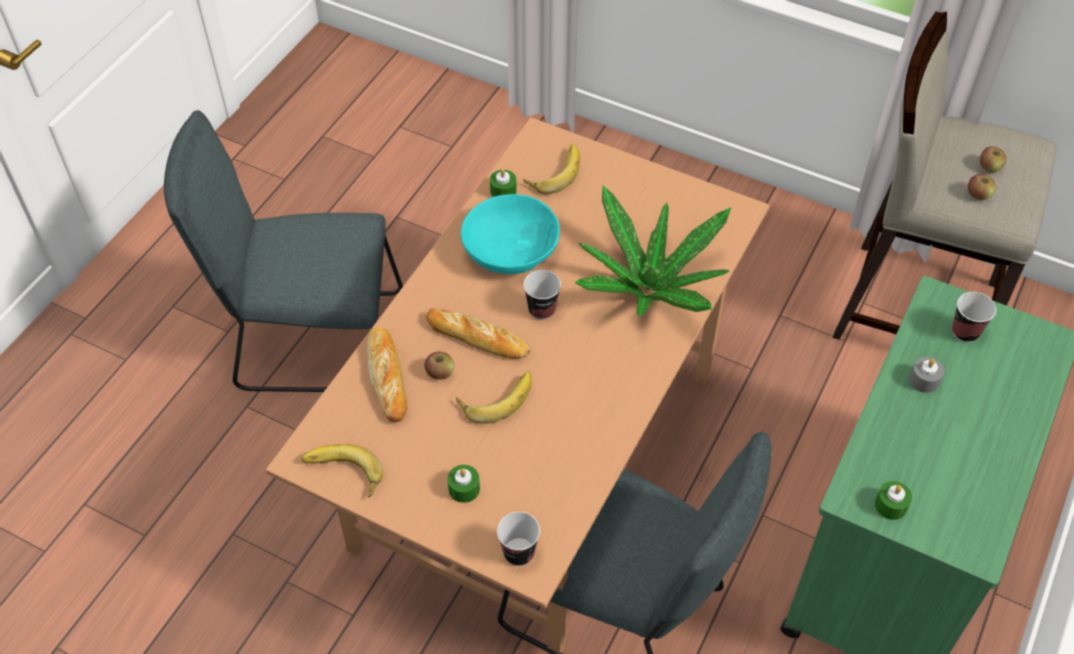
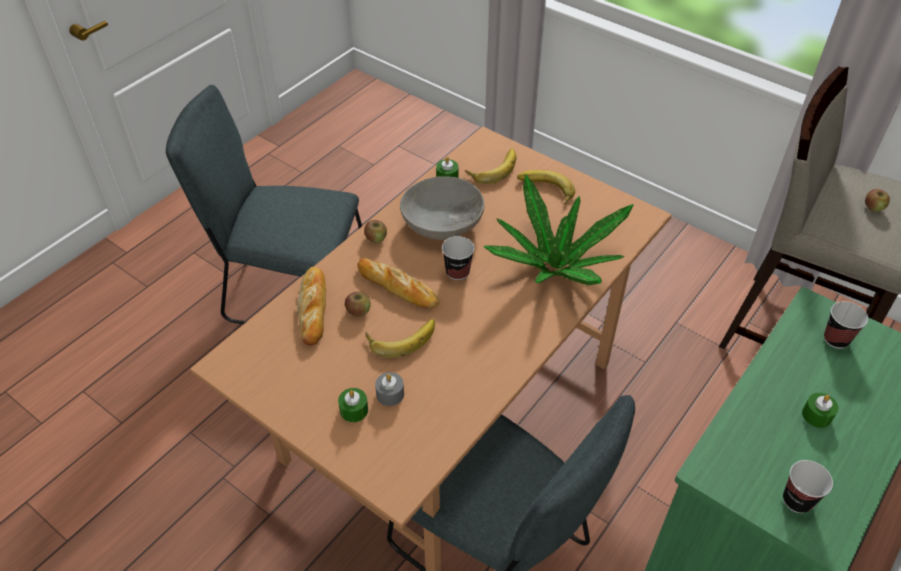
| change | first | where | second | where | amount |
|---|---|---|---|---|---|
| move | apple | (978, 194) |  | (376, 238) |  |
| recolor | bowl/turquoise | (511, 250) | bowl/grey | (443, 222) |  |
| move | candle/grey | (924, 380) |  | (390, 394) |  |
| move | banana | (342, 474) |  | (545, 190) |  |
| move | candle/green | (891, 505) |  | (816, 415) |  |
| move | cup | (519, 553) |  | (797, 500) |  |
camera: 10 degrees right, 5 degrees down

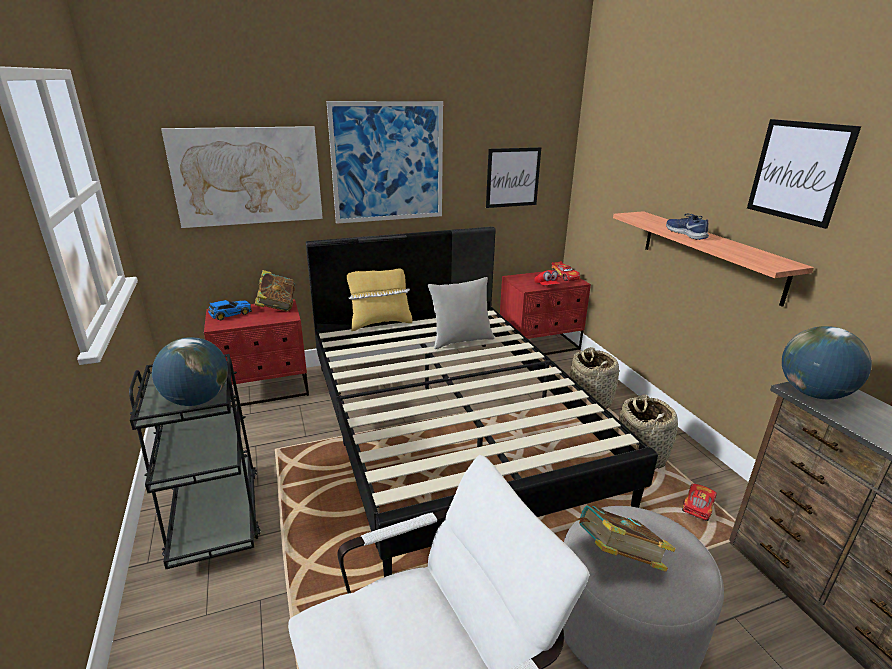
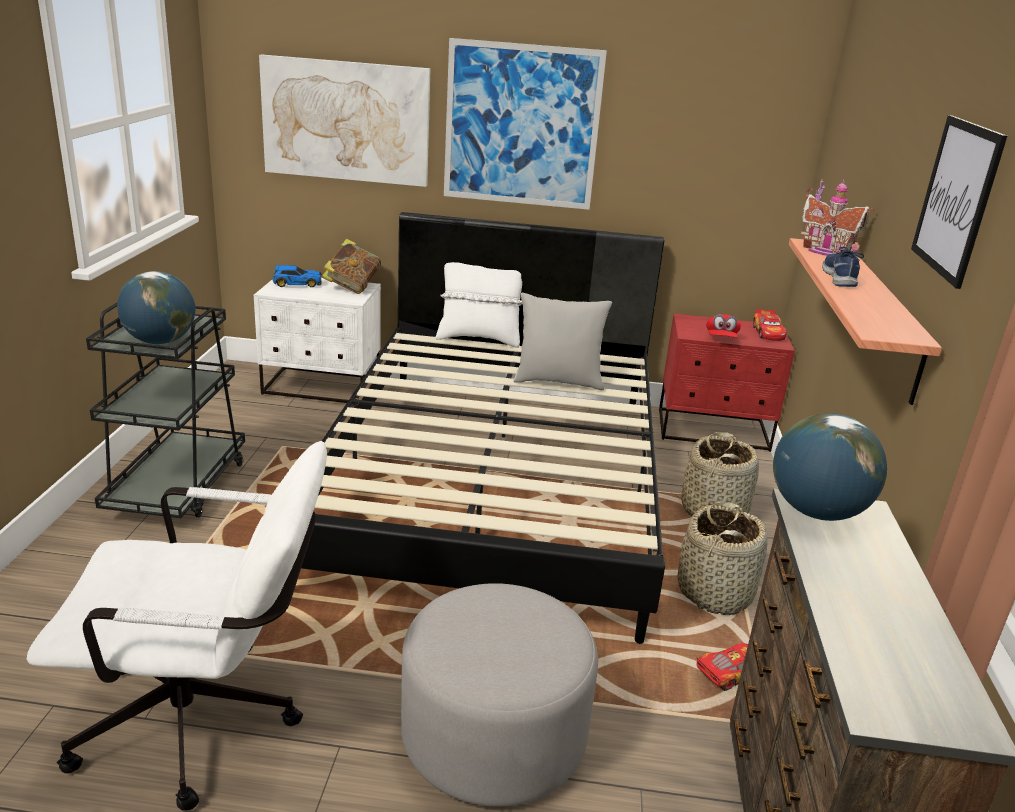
| change | first | where | second | where | amount |
|---|---|---|---|---|---|
| delete | picture | (513, 177) |  |  |  |
| recolor | pillow/yellow | (380, 323) | pillow/white | (478, 339) |  |
| recolor | nightstand/red | (265, 390) | nightstand/white | (322, 387) |  |
| delete | book | (617, 558) |  |  |  |
| insert |  |  | toy house | (825, 251) |  |
camera: 25 degrees right, 0 degrees up

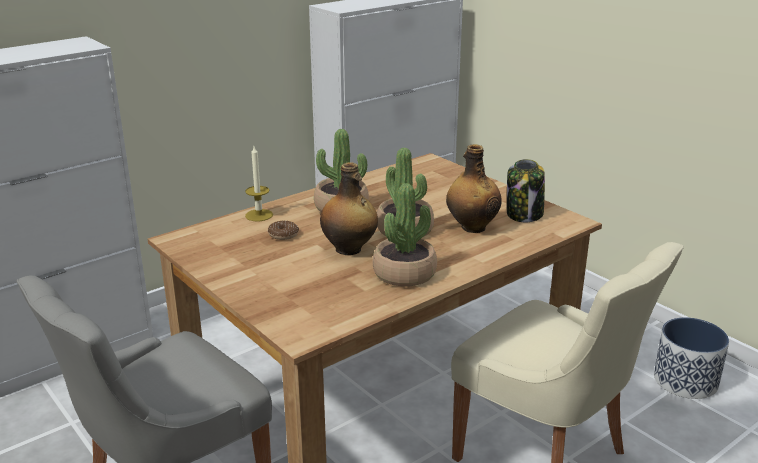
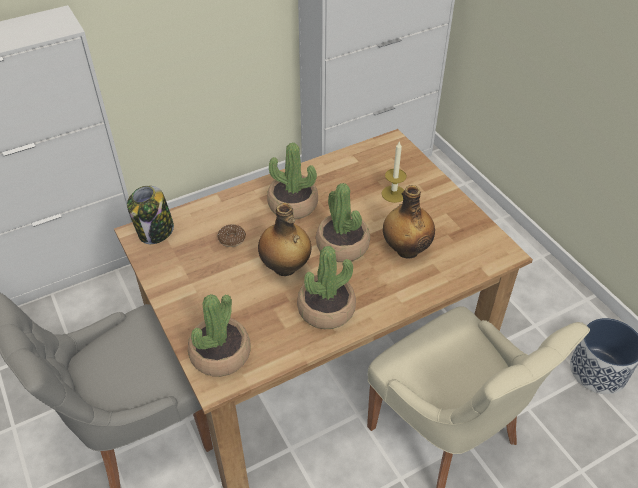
| change | first | where | second | where | amount |
|---|---|---|---|---|---|
| move | candle | (259, 215) |  | (393, 194) |  |
| move | jar | (524, 214) |  | (155, 232) |  |
| insert |  |  | potted plant | (220, 354) |  |
camera: 10 degrees right, 20 degrees up

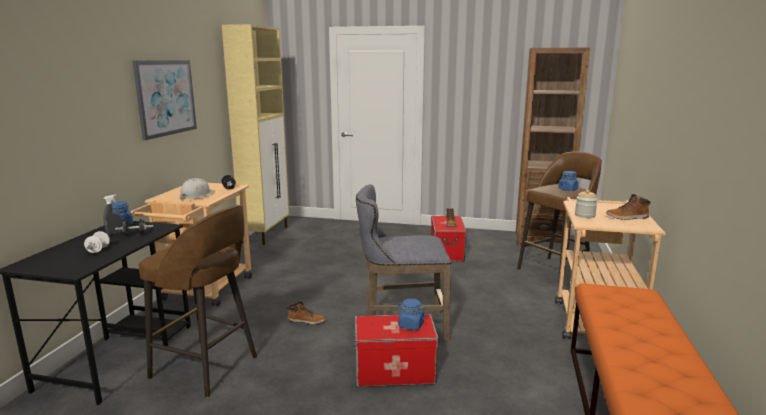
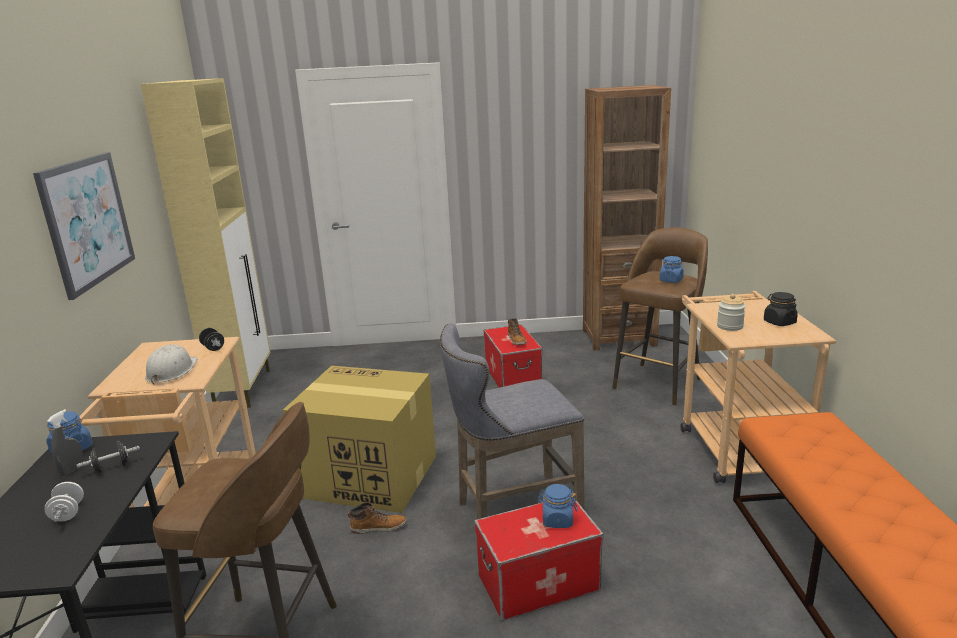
| change | first | where | second | where | amount |
|---|---|---|---|---|---|
| replace | boot | (627, 217) | jar/black | (779, 322) |  |
| insert |  |  | cardboard box | (367, 476) |  |
camera: 15 degrees left, 5 degrees up

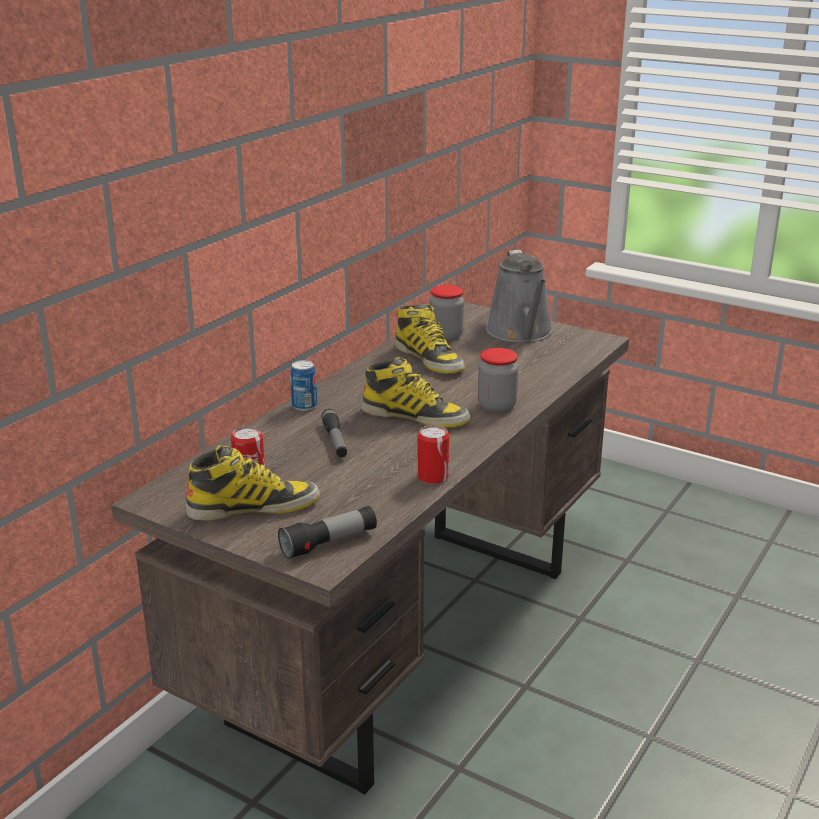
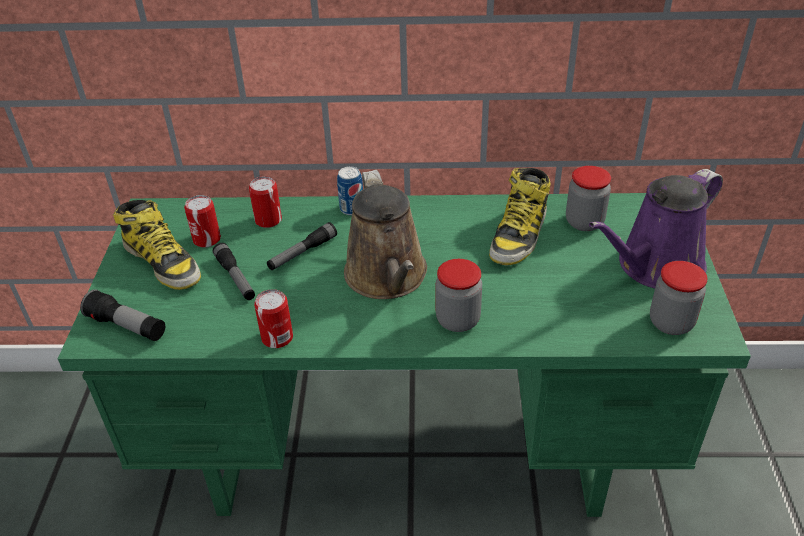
| change | first | where | second | where | amount |
|---|---|---|---|---|---|
| recolor | watering can/grey | (521, 333) | watering can/purple | (655, 267) |  |
| recolor | desk/brown | (408, 639) | desk/green | (411, 449) |  |
| replace | boot | (415, 416) | watering can/brown | (388, 277) |  |
| insert |  |  | can | (268, 220) |  |
| insert |  |  | flashlight | (236, 278) |  |
| insert |  |  | jar | (671, 323) |  |
camera: 60 degrees right, 15 degrees up

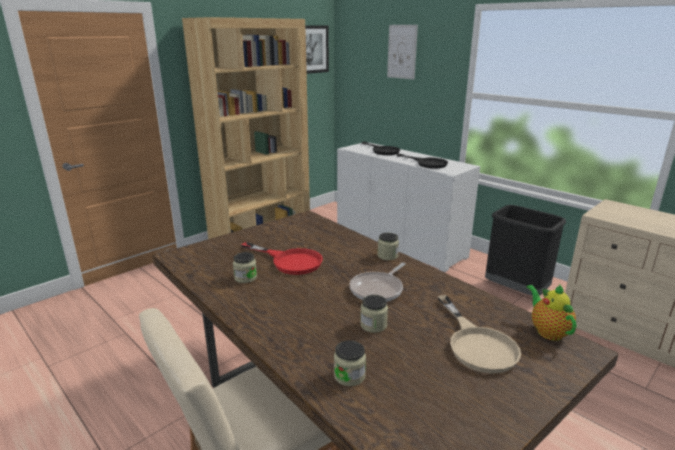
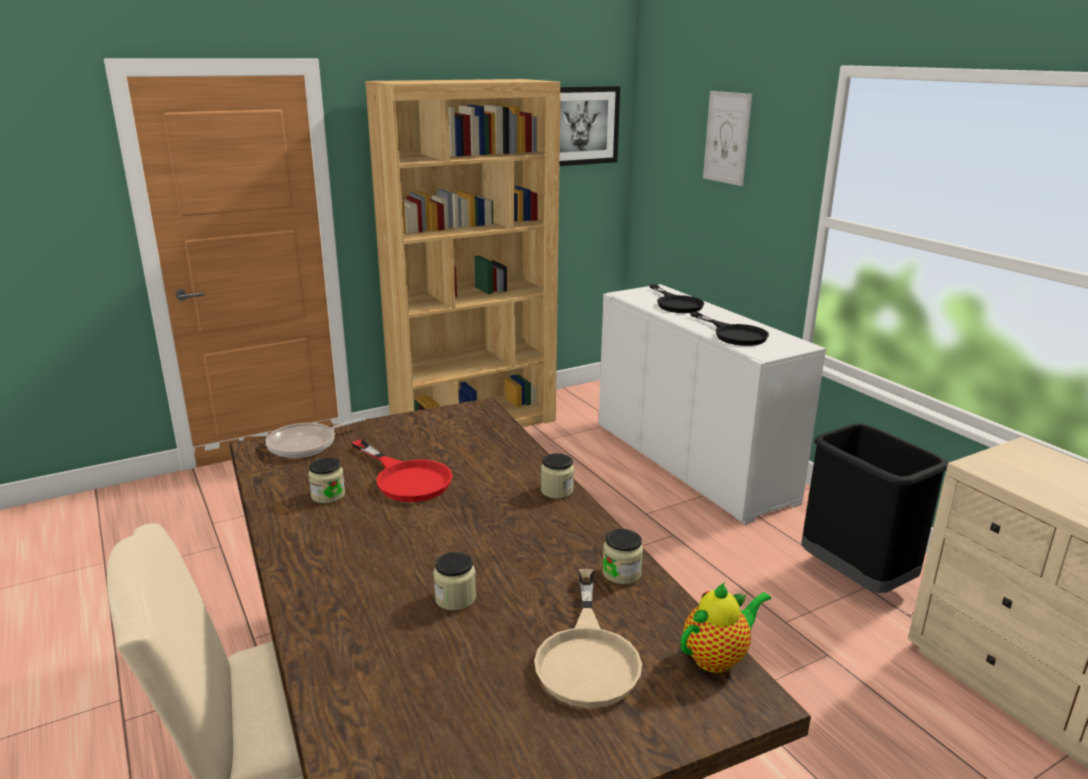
| change | first | where | second | where | amount |
|---|---|---|---|---|---|
| move | frying pan | (378, 290) |  | (306, 444) |  |
| rotate | teapot | (547, 331) |  | (718, 657) | 60 degrees clockwise |
| move | jar | (349, 376) |  | (621, 573) |  |
camera: 15 degrees right, 0 degrees up

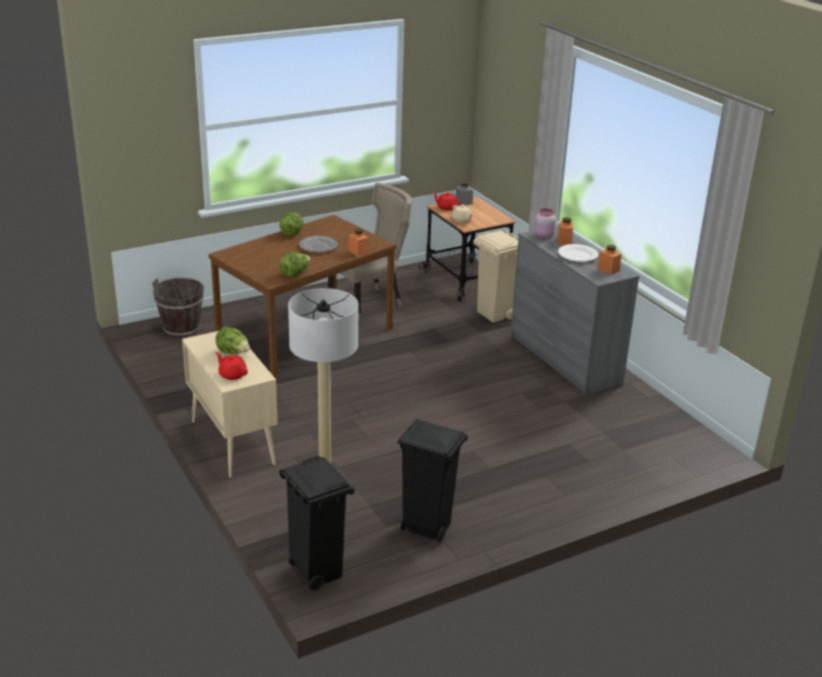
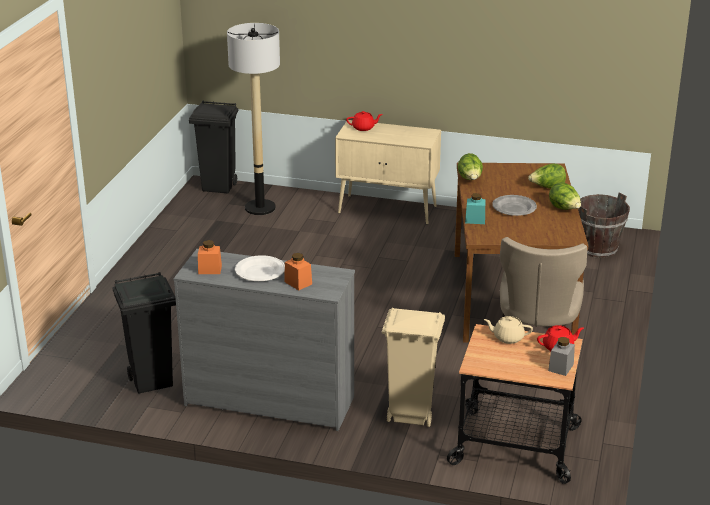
| change | first | where | second | where | amount |
|---|---|---|---|---|---|
| delete | jar/pink | (544, 235) |  |  |  |
| recolor | jar/orange | (358, 252) | jar/turquoise | (475, 220) |  |
| move | lettuce | (233, 353) |  | (547, 188) |  |
| move | trash can/black | (426, 528) |  | (152, 381) |  |
camera: 135 degrees right, 0 degrees up

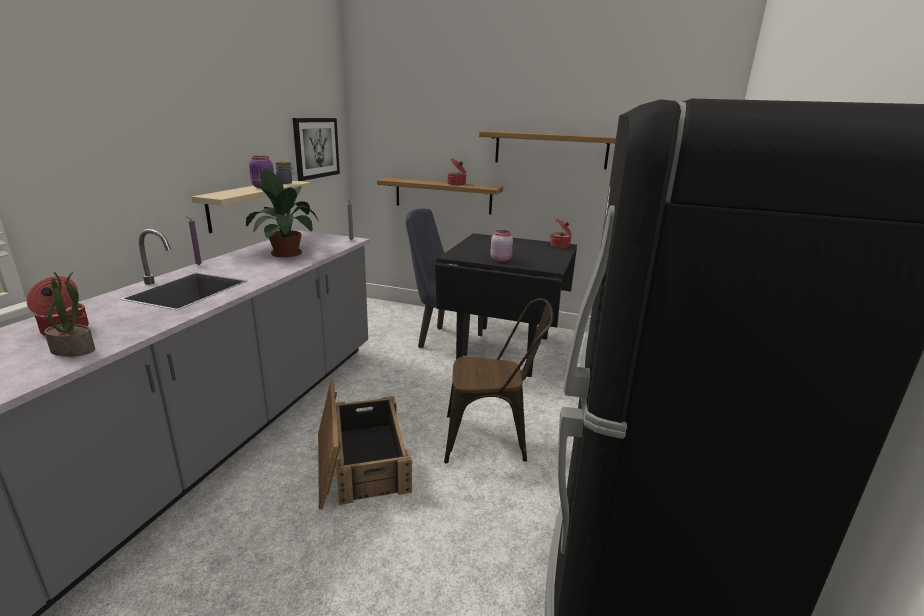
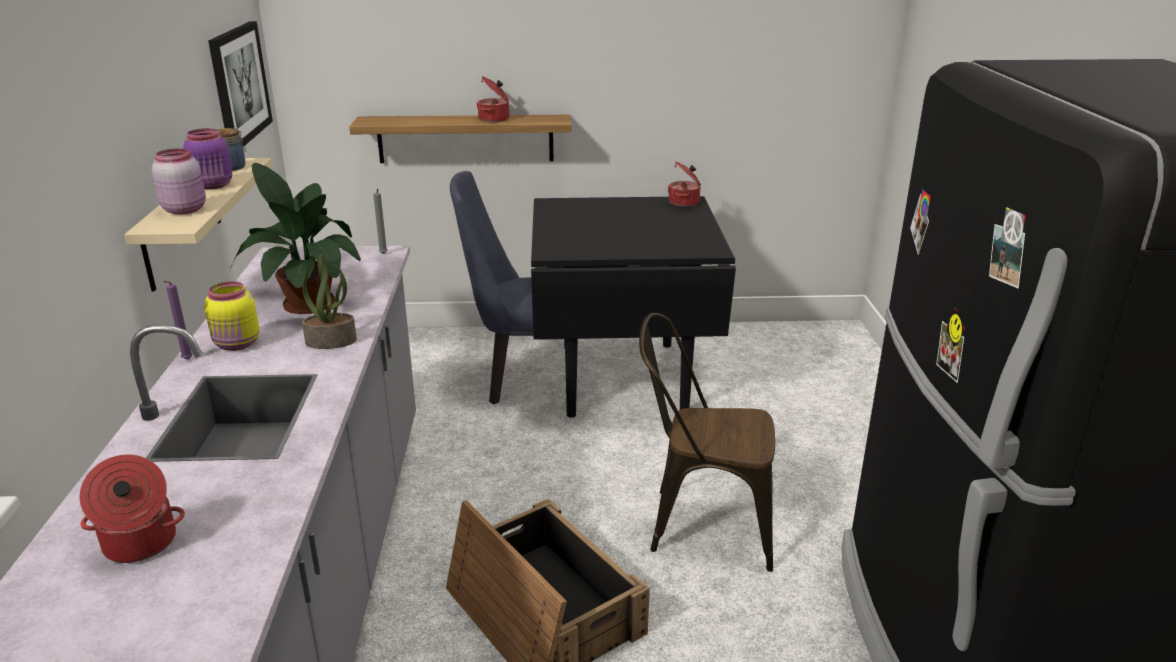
| change | first | where | second | where | amount |
|---|---|---|---|---|---|
| delete | shelf | (550, 150) |  |  |  |
| move | jar/pink | (501, 260) |  | (185, 209) |  |
| move | potted plant | (74, 349) |  | (332, 341) |  |
| rotate | chair/brown | (492, 439) |  | (700, 524) | 150 degrees counterclockwise |
| insert |  |  | jar/yellow | (237, 344) |  |
camera: 20 degrees left, 5 degrees up

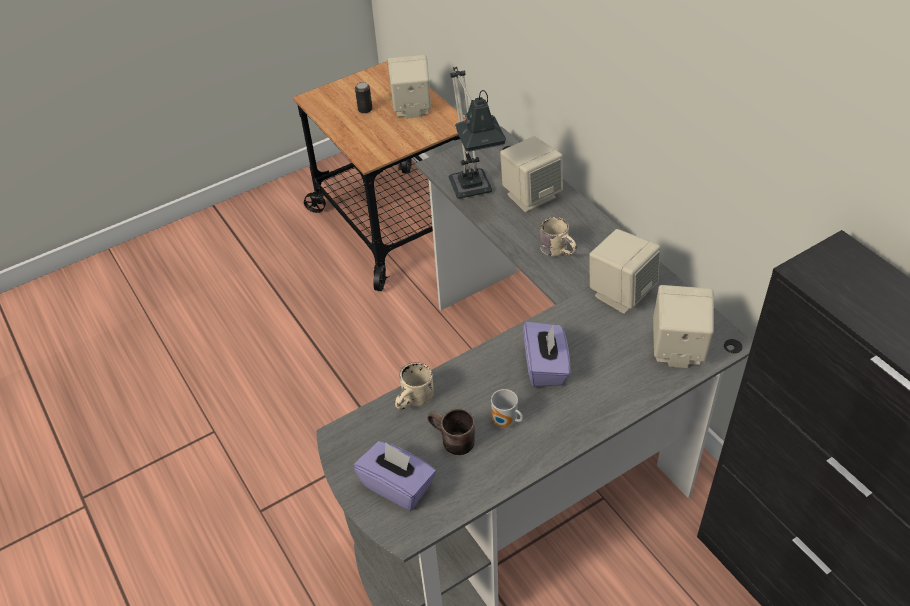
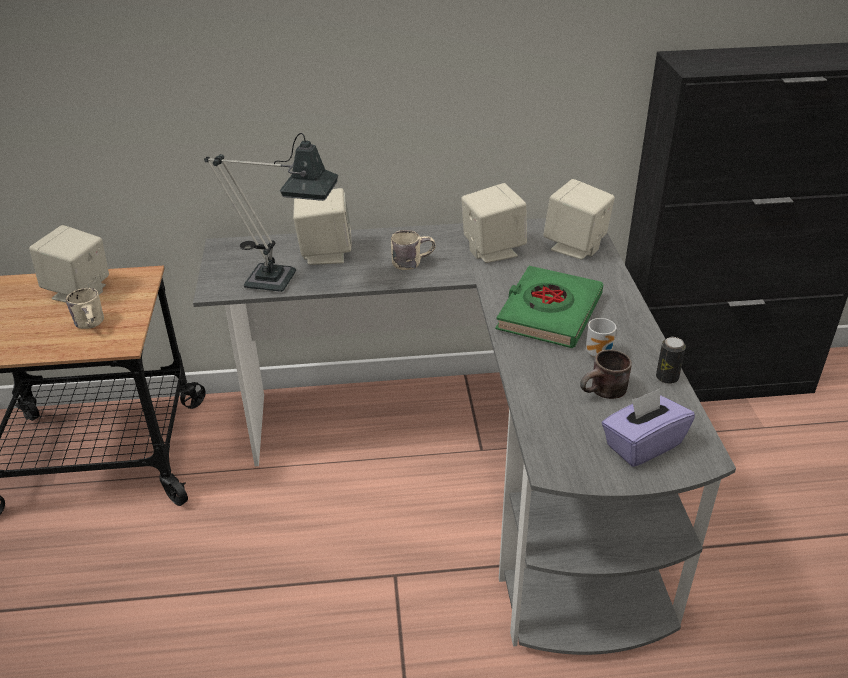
| change | first | where | second | where | amount |
|---|---|---|---|---|---|
| move | can | (365, 110) |  | (667, 377) |  |
| replace | tissue box/purple | (545, 367) | book/green | (548, 313) |  |
| move | mug/beige | (416, 401) |  | (93, 324) |  |
camera: 65 degrees left, 10 degrees down

